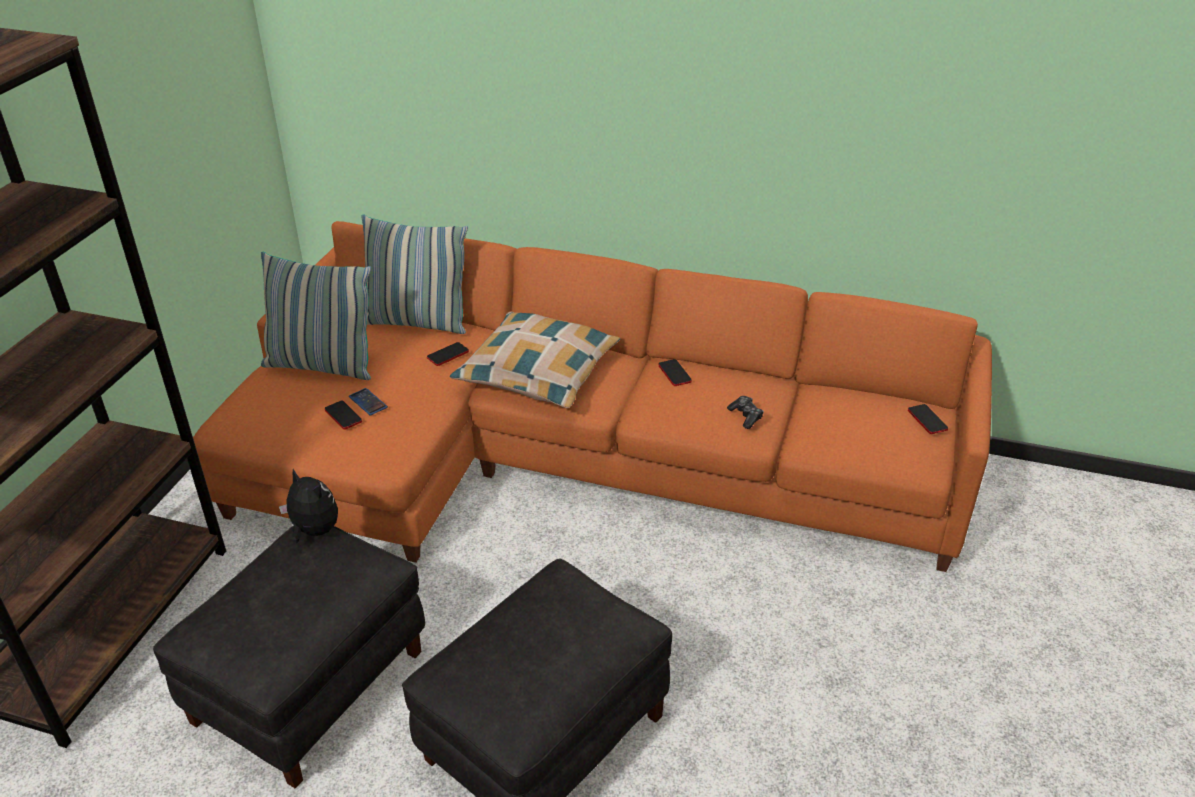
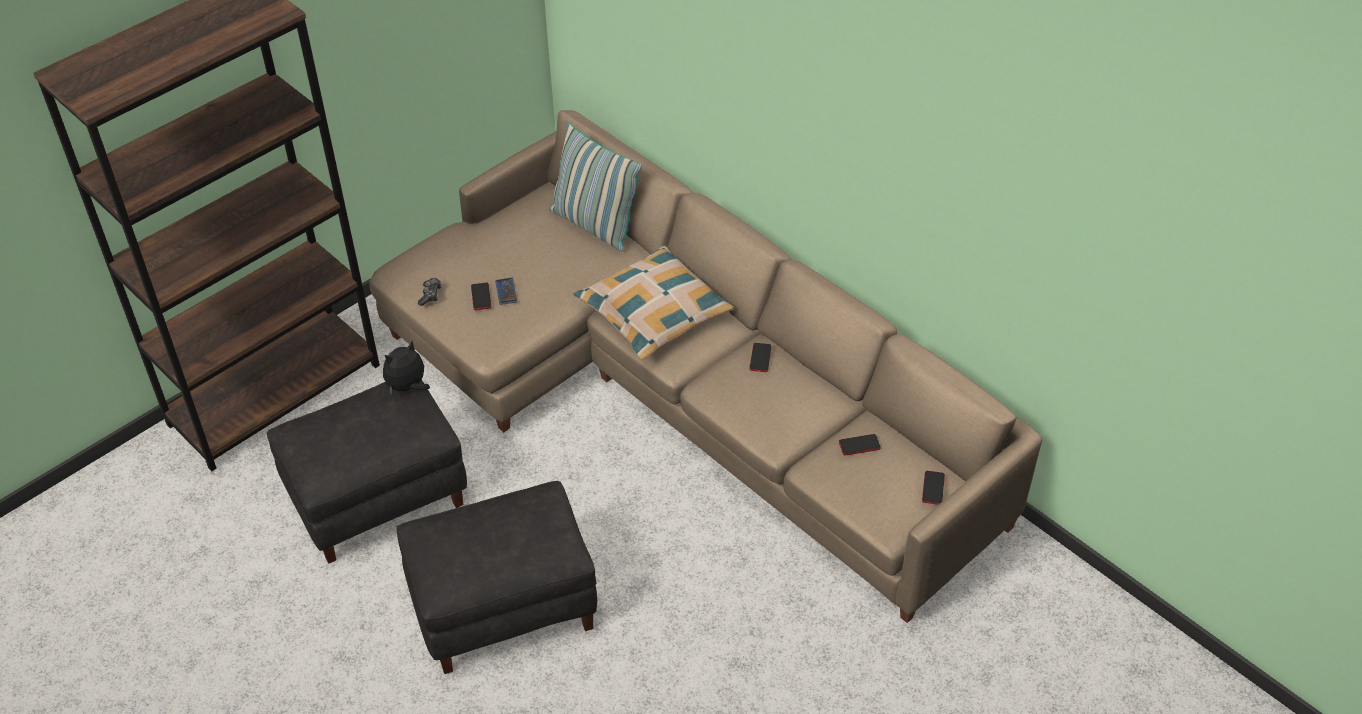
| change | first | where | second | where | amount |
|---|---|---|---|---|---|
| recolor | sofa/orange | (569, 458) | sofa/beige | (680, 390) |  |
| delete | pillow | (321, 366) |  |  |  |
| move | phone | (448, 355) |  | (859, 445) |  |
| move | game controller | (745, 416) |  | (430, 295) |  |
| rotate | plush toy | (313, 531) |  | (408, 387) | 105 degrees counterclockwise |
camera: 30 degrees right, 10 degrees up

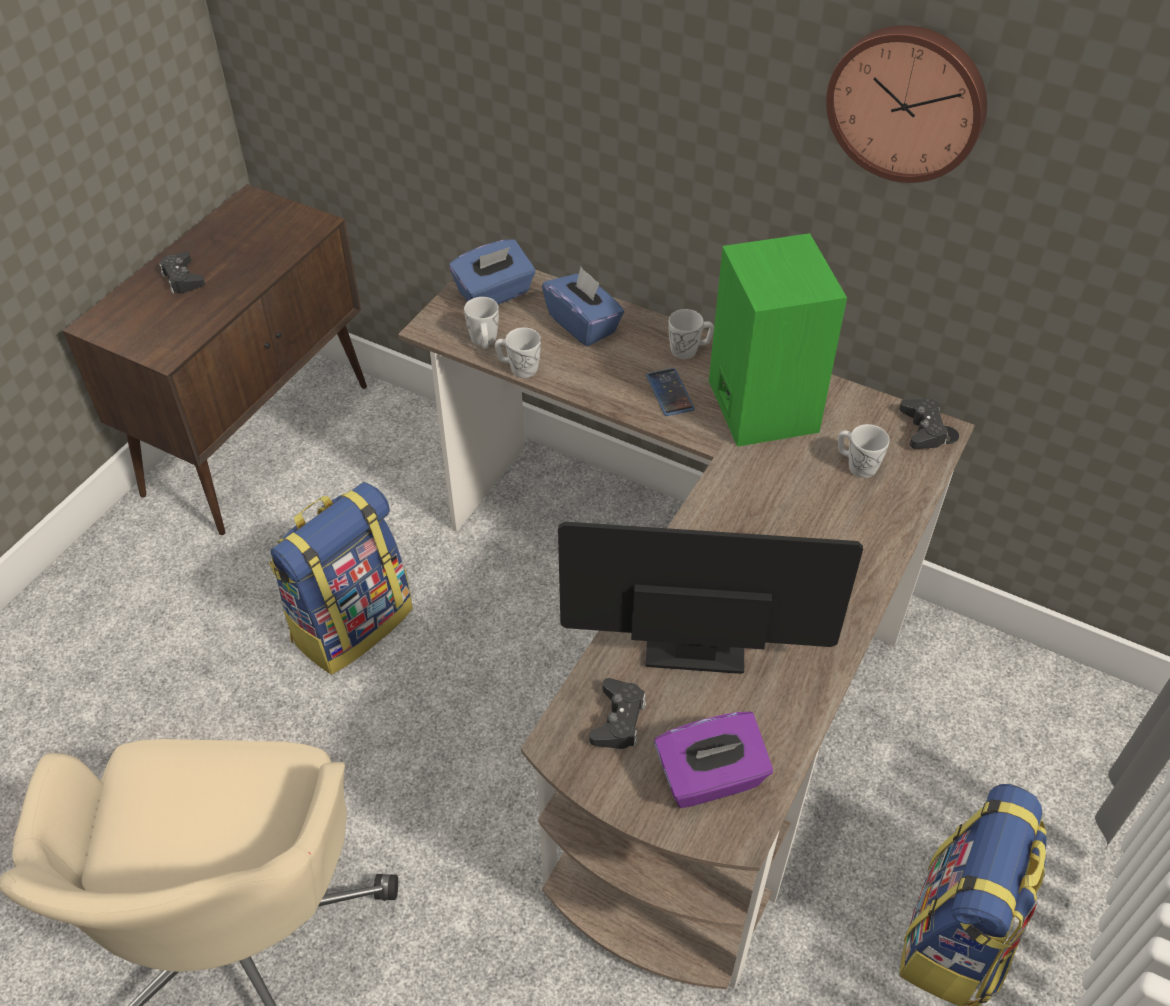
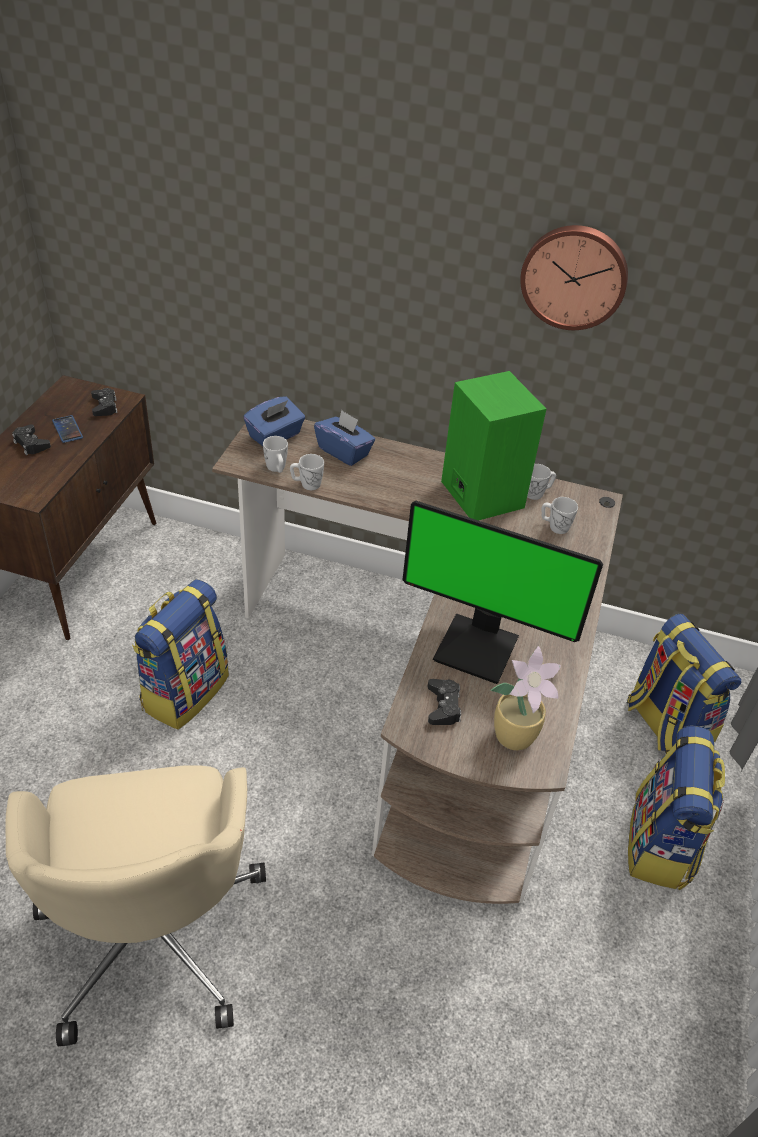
| change | first | where | second | where | amount |
|---|---|---|---|---|---|
| move | mug/white | (689, 350) |  | (537, 493) |  |
| move | phone | (670, 393) |  | (67, 429) |  |
| move | game controller/black | (922, 429) |  | (104, 406) |  |
| rotate | monitor | (693, 637) |  | (478, 647) | 150 degrees counterclockwise |
| replace | tissue box/purple | (710, 778) | potted plant | (516, 735) |  |
| insert |  |  | backpack | (664, 726) |  |
camera: 15 degrees left, 5 degrees down

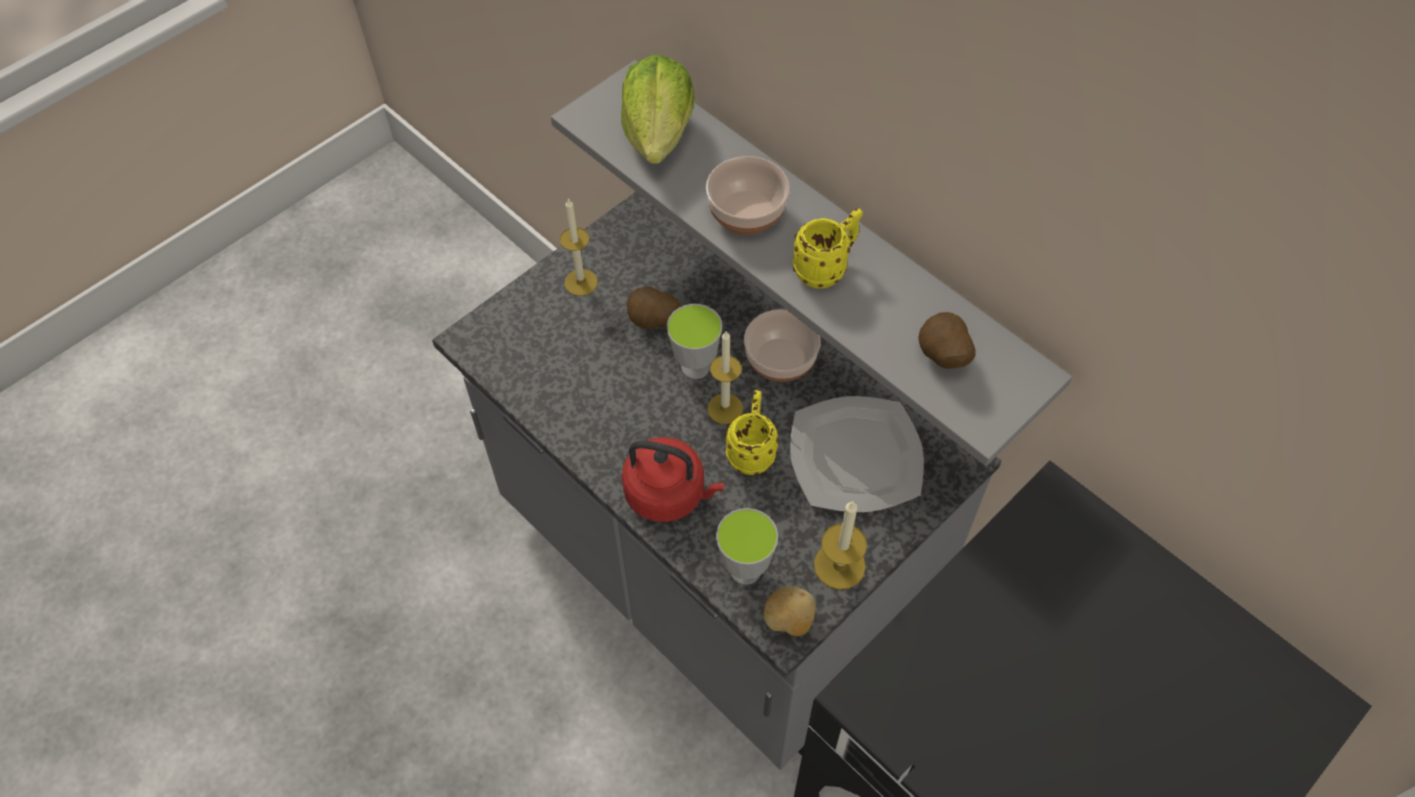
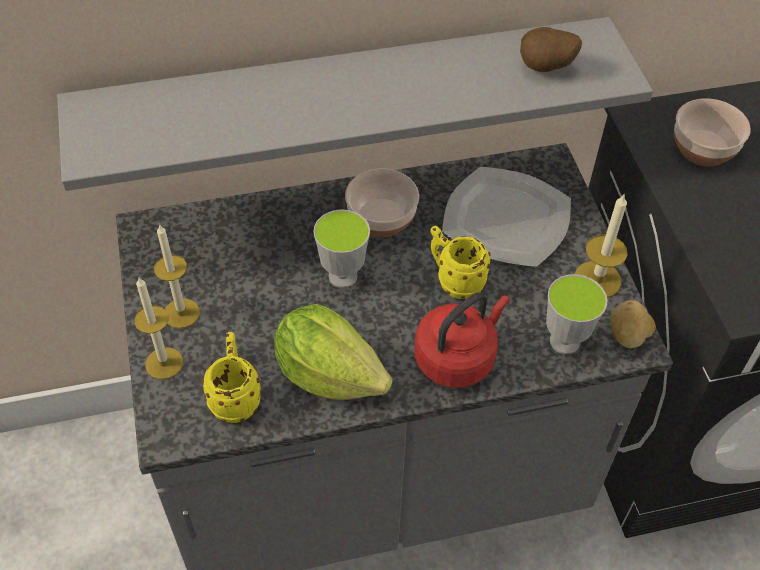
| change | first | where | second | where | amount |
|---|---|---|---|---|---|
| move | lettuce | (659, 134) |  | (328, 373) |  |
| move | bowl | (746, 214) |  | (703, 149) |  |
| move | mug/yellow | (826, 268) |  | (235, 397) |  |
| delete | potato | (653, 322) |  |  |  |
| move | candle | (725, 408) |  | (164, 363) |  |
camera: 60 degrees left, 5 degrees down

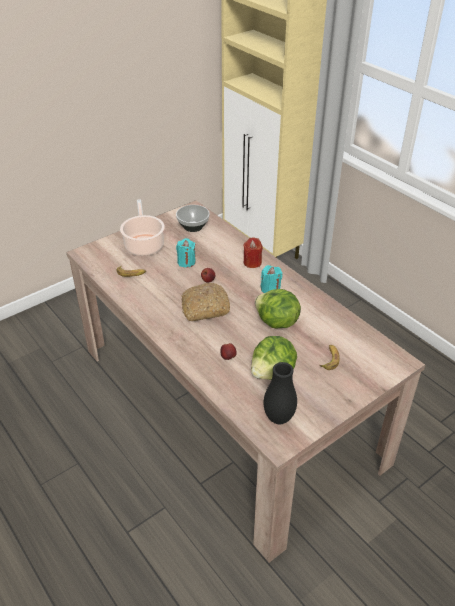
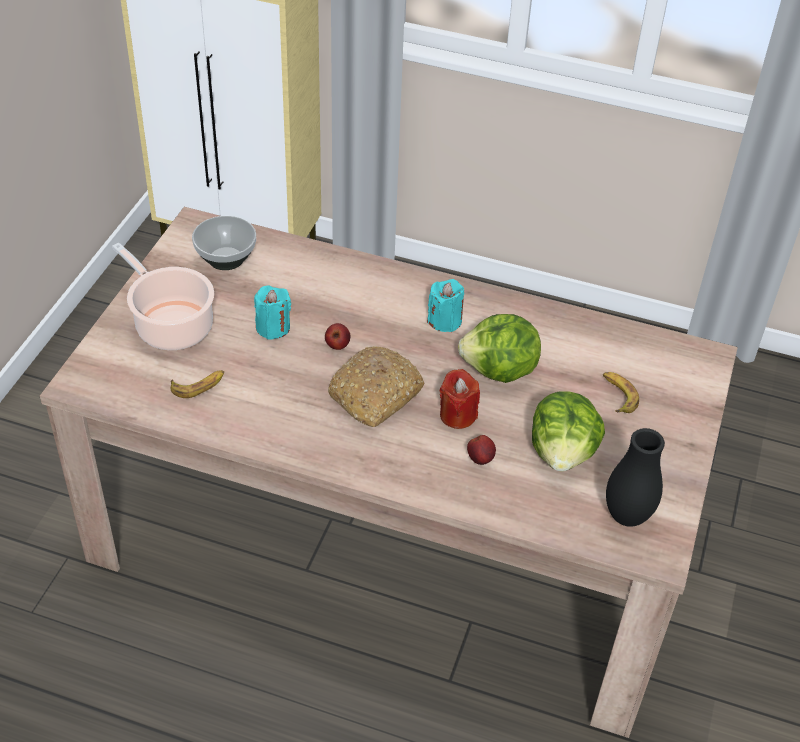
| change | first | where | second | where | amount |
|---|---|---|---|---|---|
| move | candle/red | (252, 262) |  | (457, 415) |  |
camera: 35 degrees left, 5 degrees up

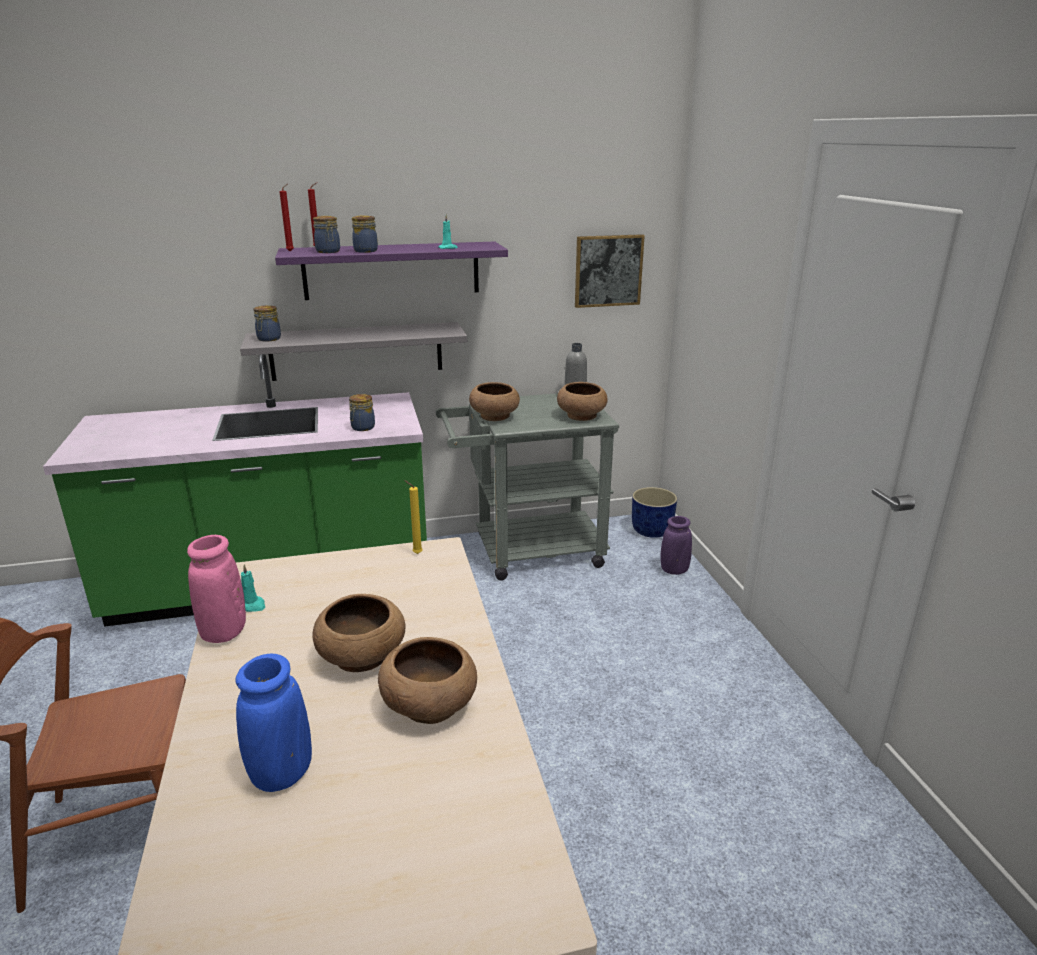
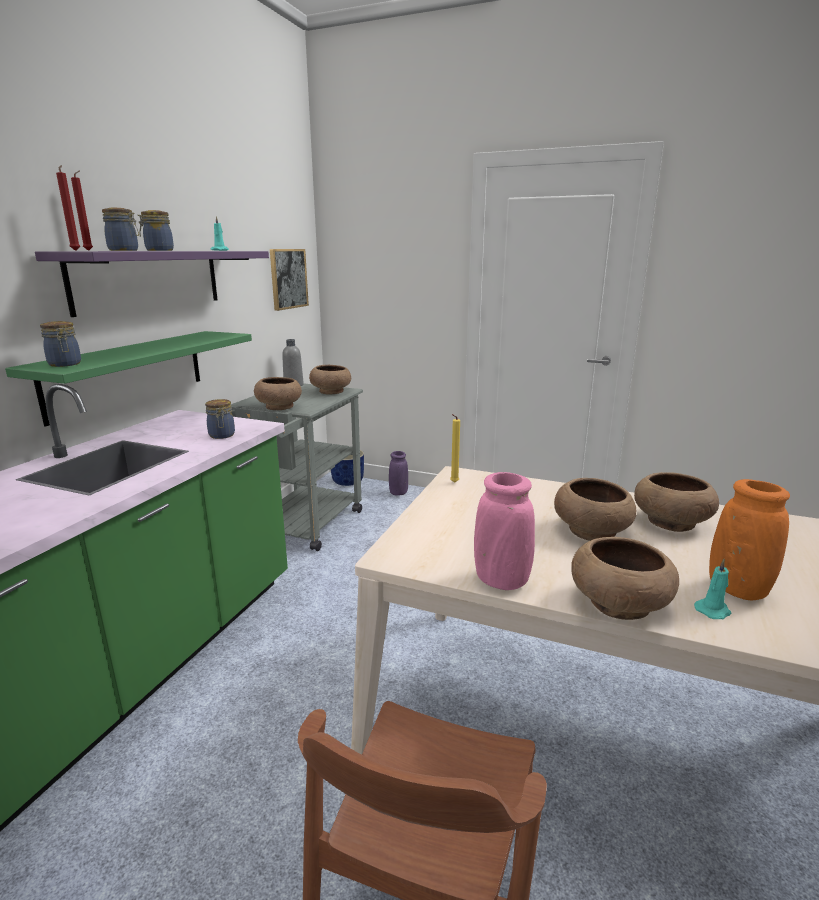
| change | first | where | second | where | amount |
|---|---|---|---|---|---|
| recolor | shelf/grey | (357, 351) | shelf/green | (128, 373) |  |
| move | candle/turquoise | (252, 606) |  | (713, 610) |  |
| recolor | vase/blue | (282, 773) | vase/orange | (737, 589) |  |
| insert |  |  | bowl/brown | (618, 603) |  |
camera: 55 degrees left, 5 degrees down

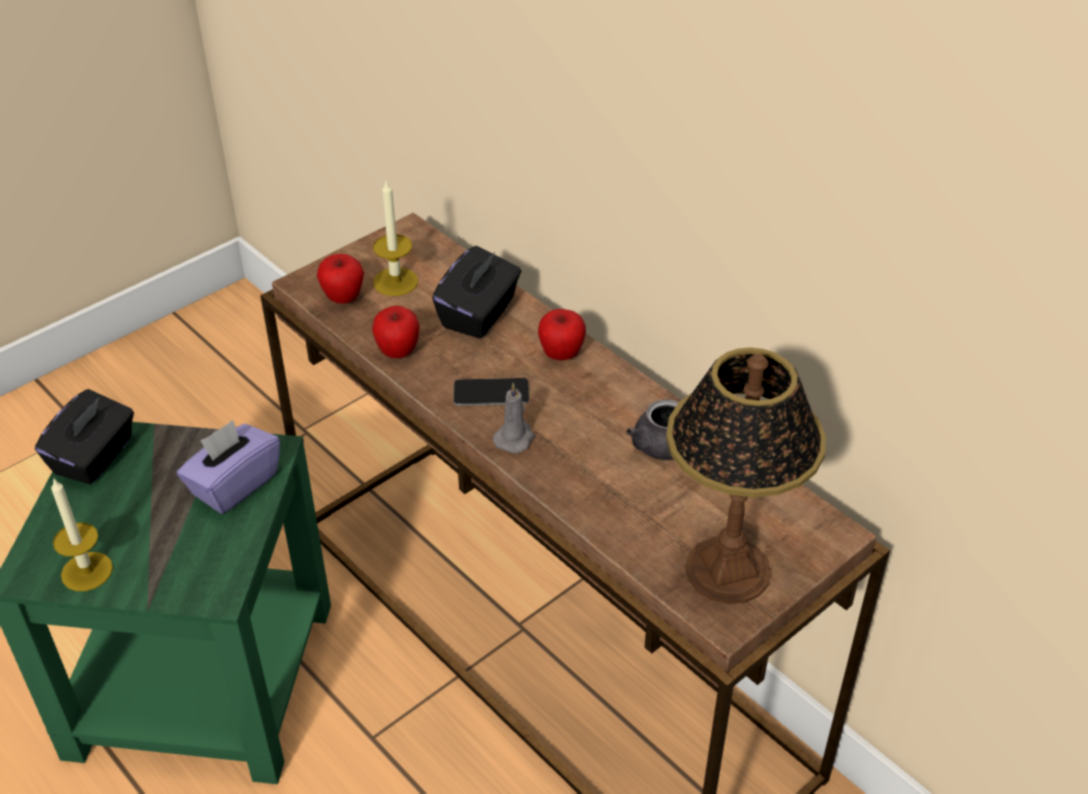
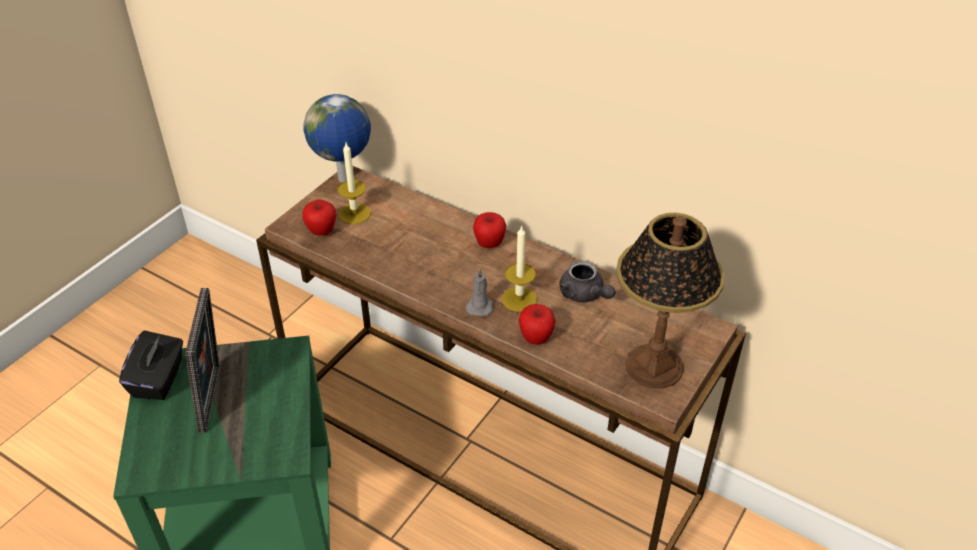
| change | first | where | second | where | amount |
|---|---|---|---|---|---|
| delete | tissue box/black | (479, 314) |  |  |  |
| move | apple | (398, 352) |  | (536, 338) |  |
| delete | phone | (491, 393) |  |  |  |
| delete | tissue box/purple | (234, 484) |  |  |  |
| move | candle | (87, 571) |  | (519, 299) |  |
| insert |  |  | globe | (344, 180) |  |
| insert |  |  | picture frame | (215, 398) |  |
camera: 15 degrees left, 0 degrees up

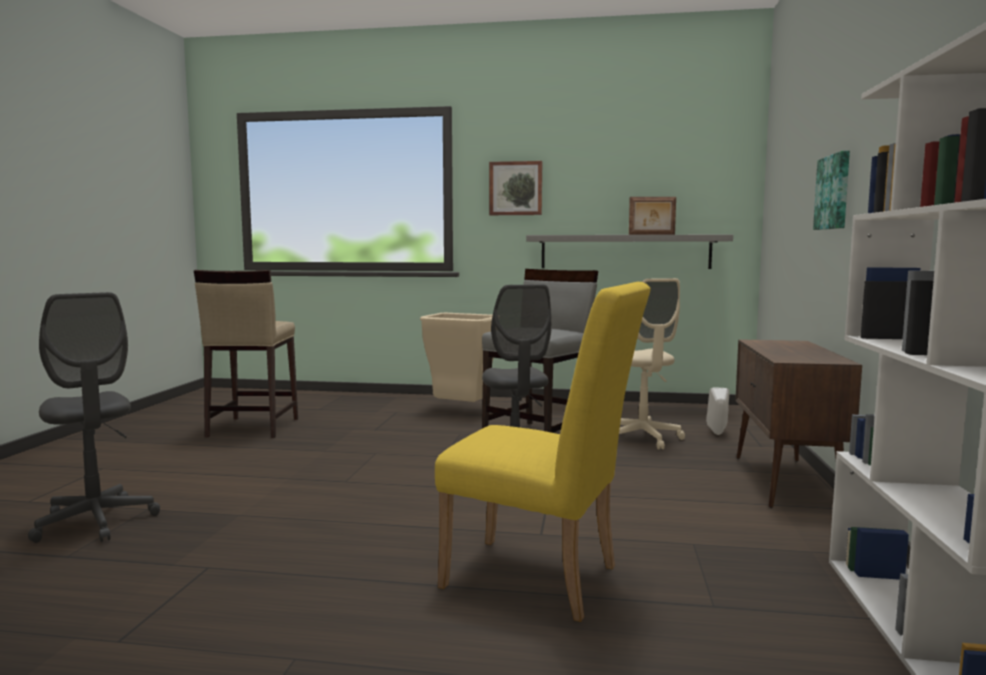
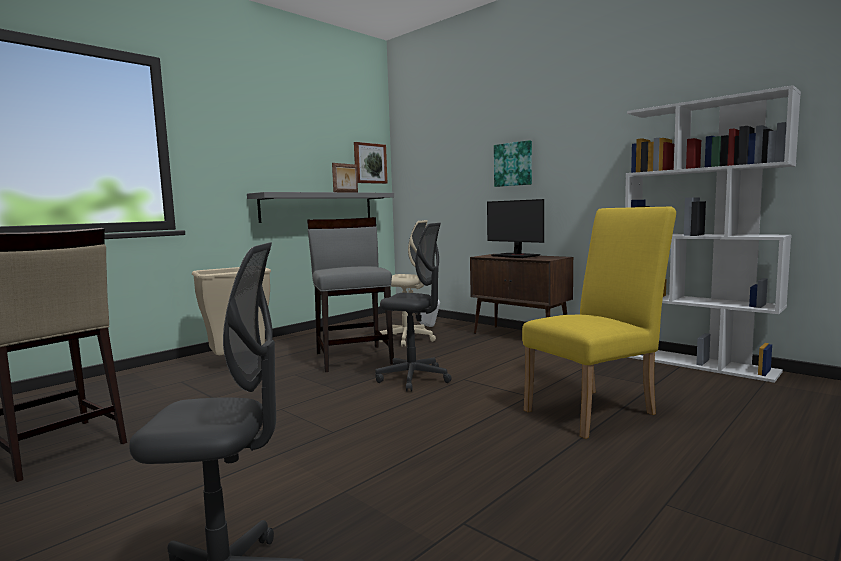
| change | first | where | second | where | amount |
|---|---|---|---|---|---|
| move | picture | (516, 188) |  | (369, 163) |  |
| insert |  |  | monitor | (515, 256) |  |
camera: 55 degrees left, 0 degrees up

